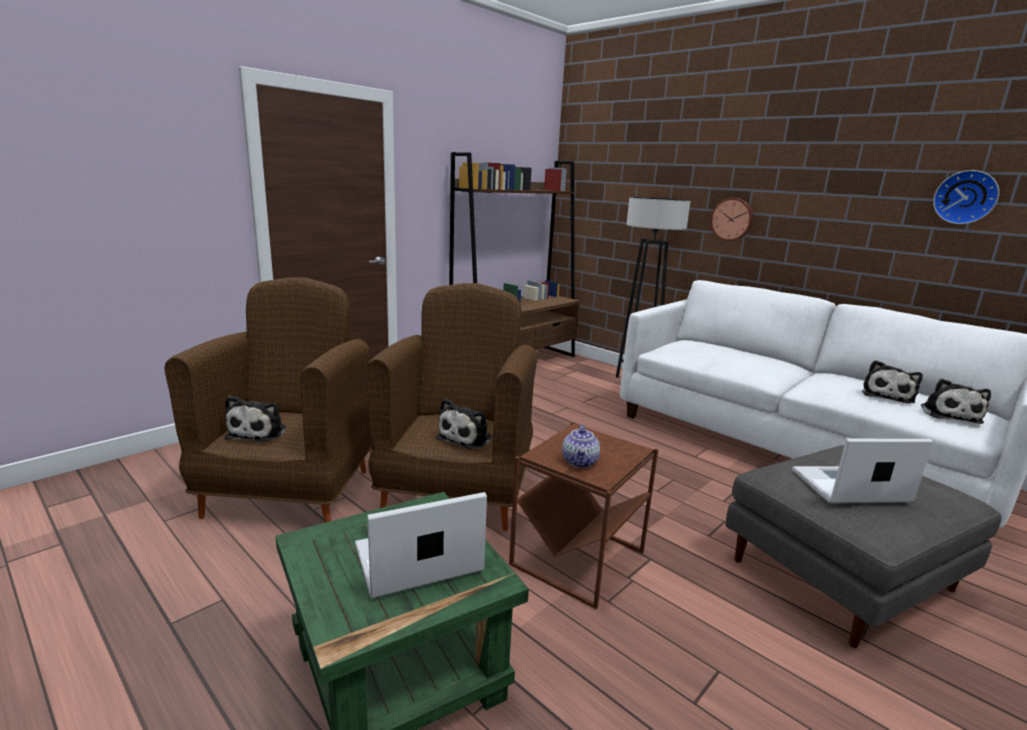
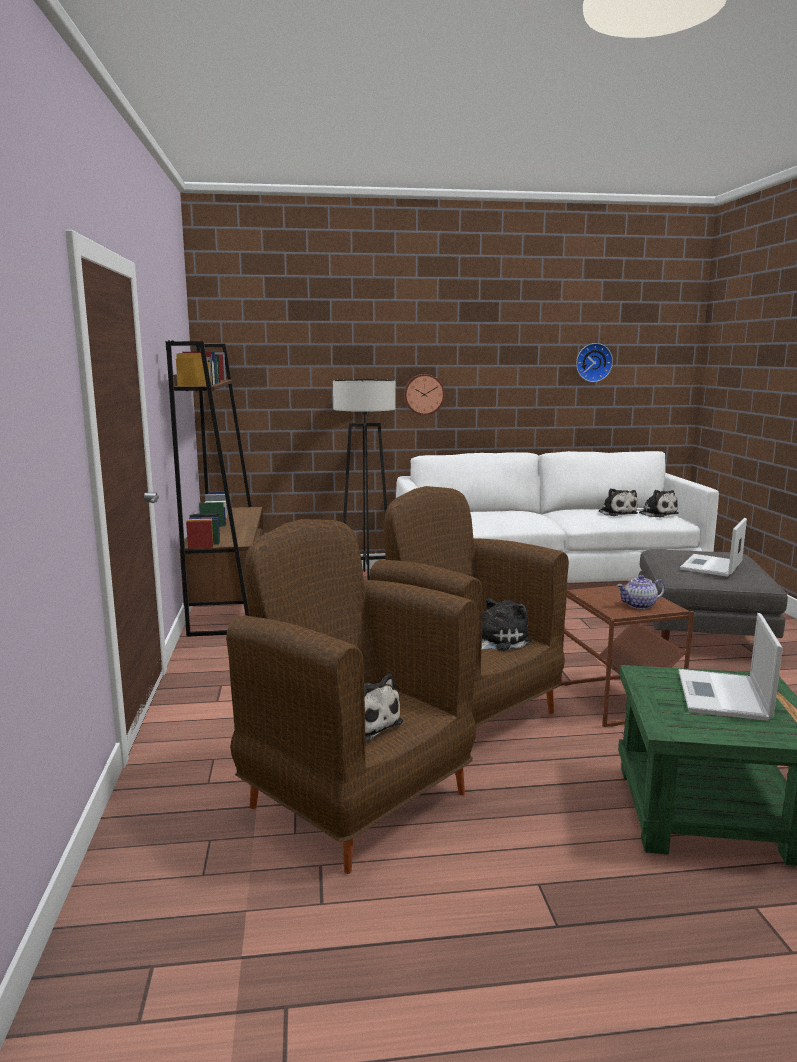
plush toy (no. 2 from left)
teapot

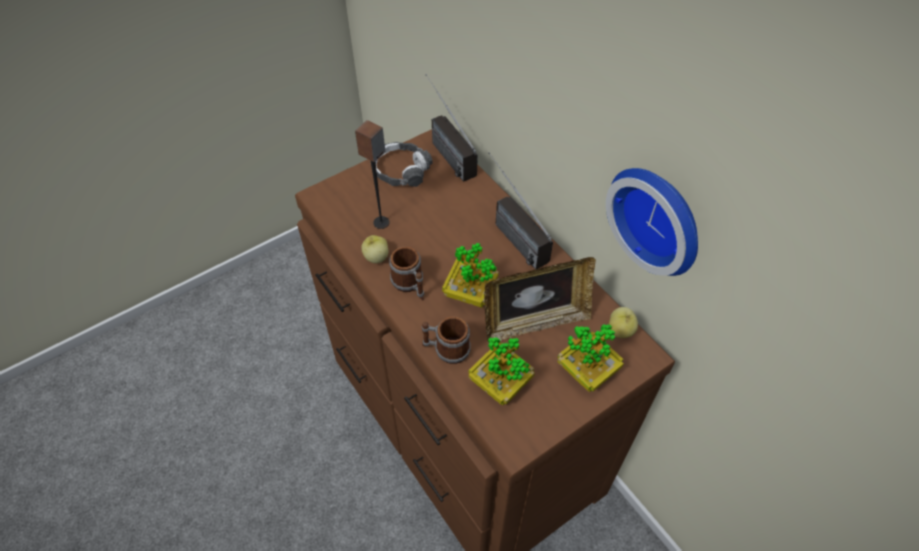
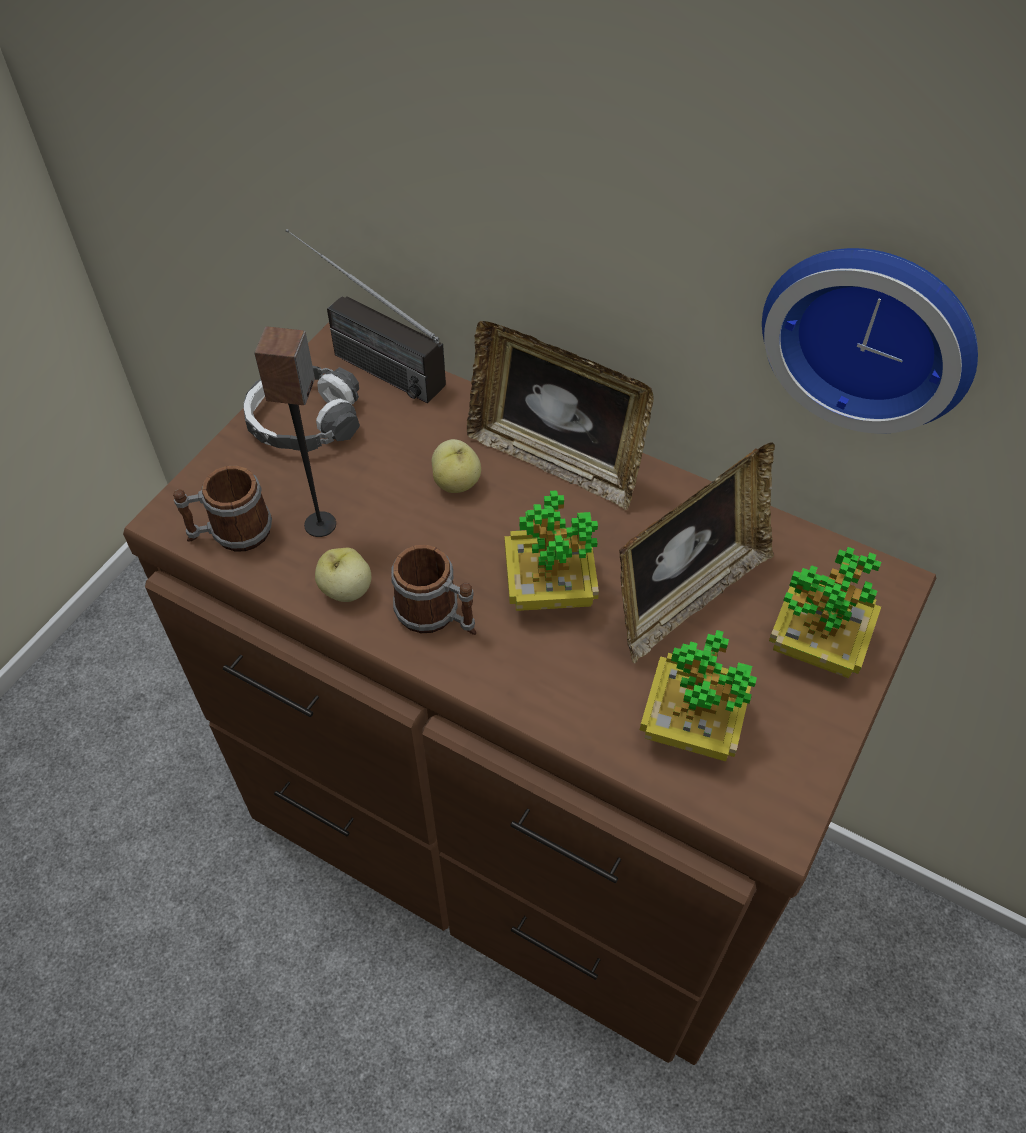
mug (no. 1 from left)
apple (no. 2 from left)
picture frame (no. 1 from left)

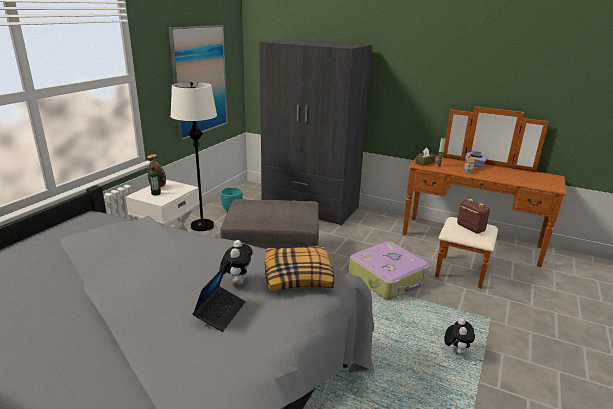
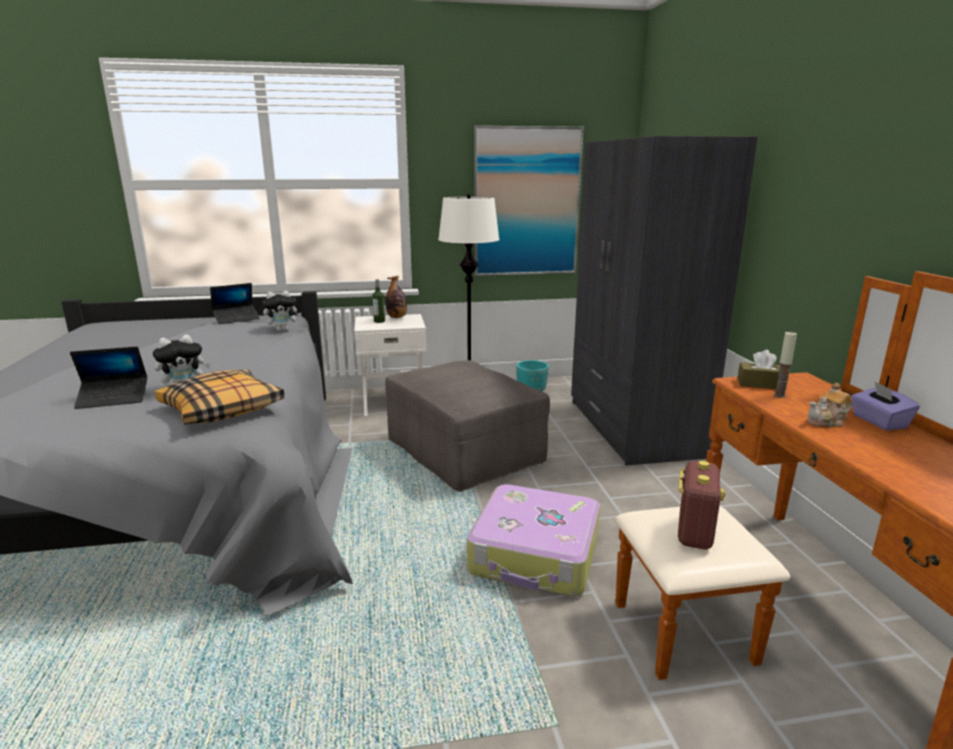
laptop (no. 2 from left)
plush toy (no. 2 from left)

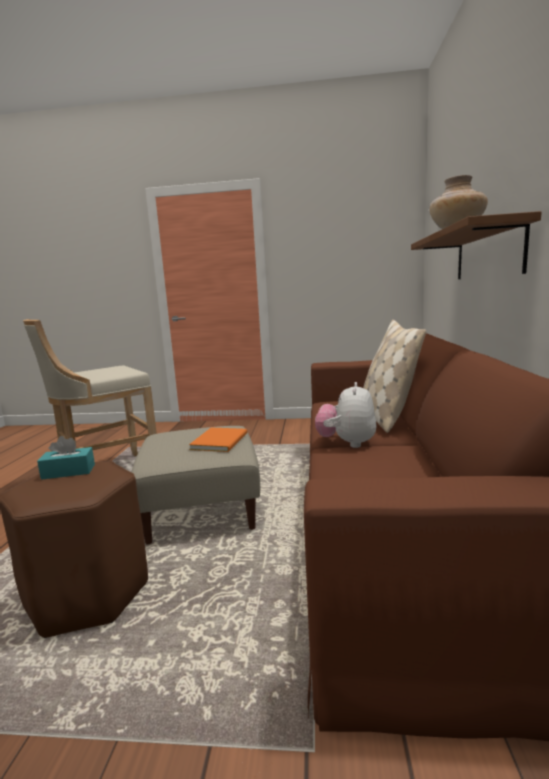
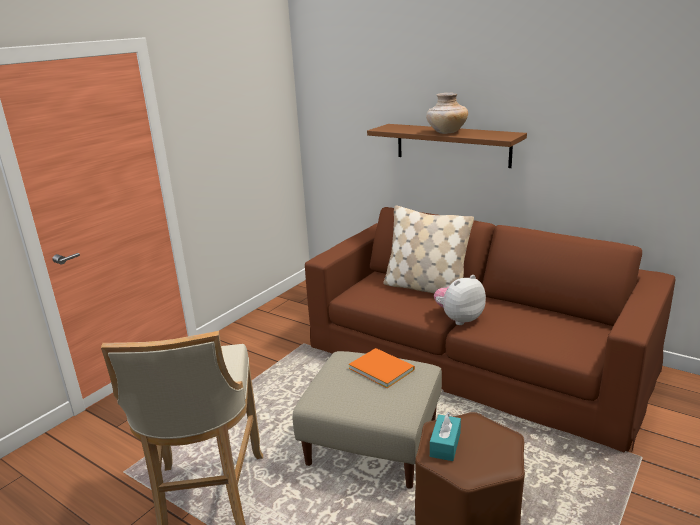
plush toy

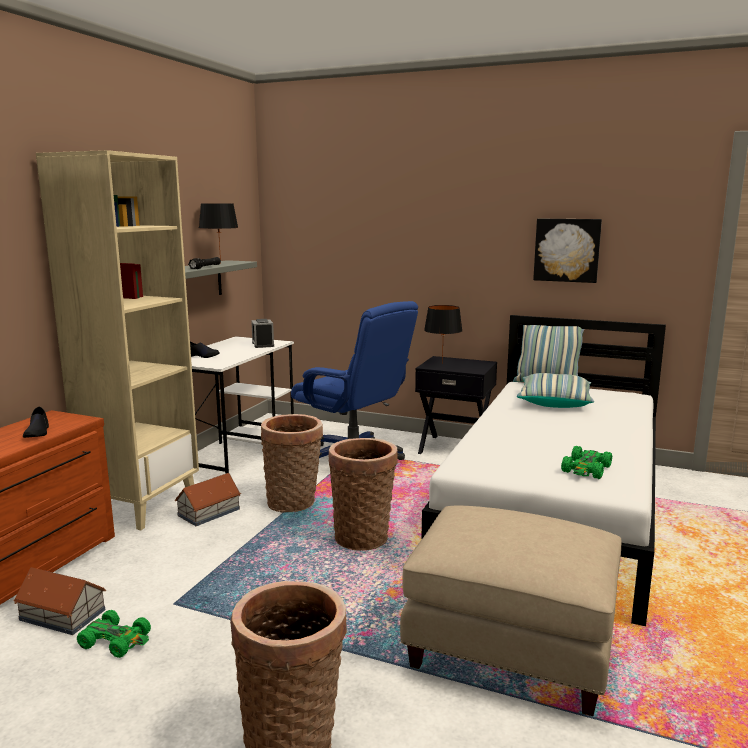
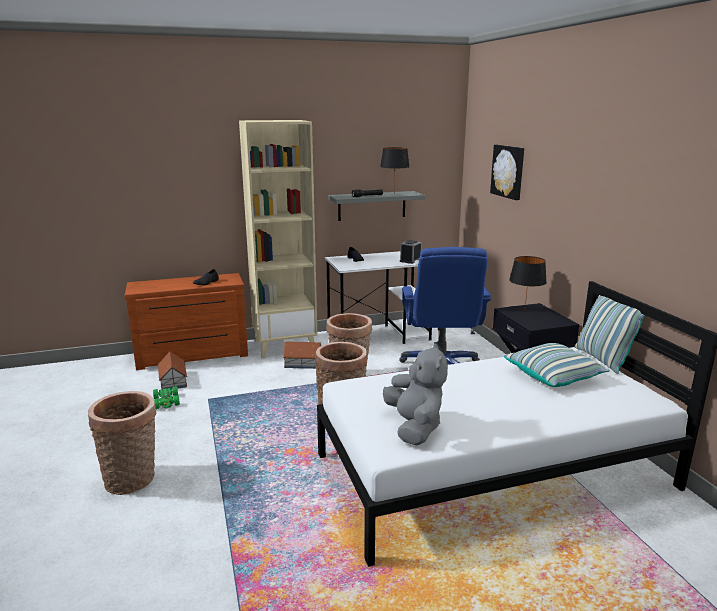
beige ottoman
picture
grey plush toy

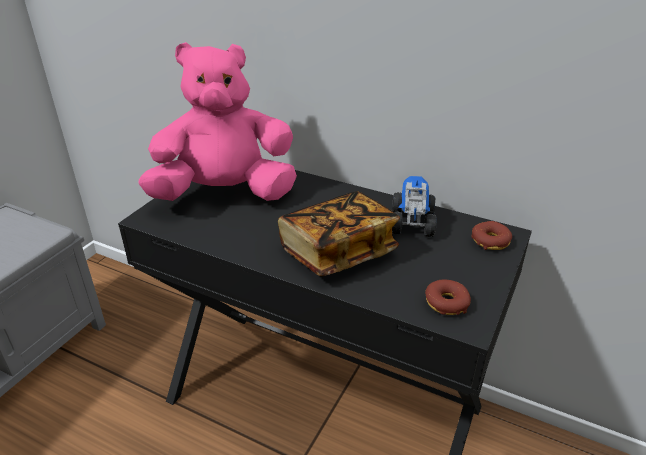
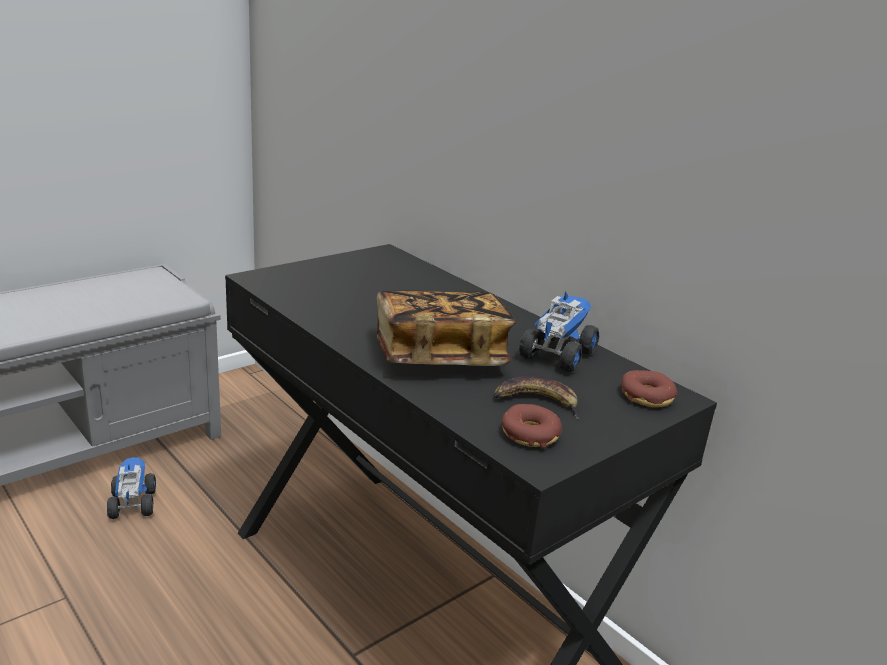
pink plush toy
toy truck (no. 1 from left)
banana

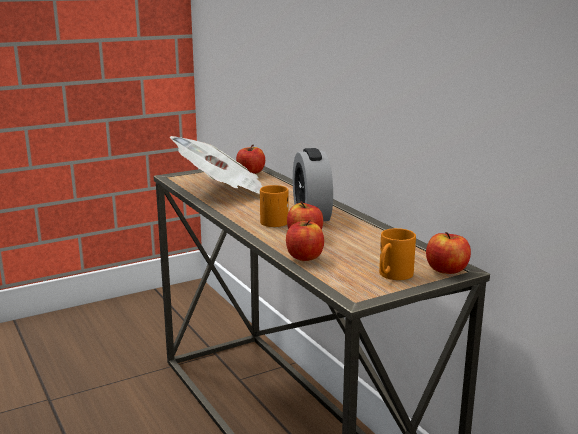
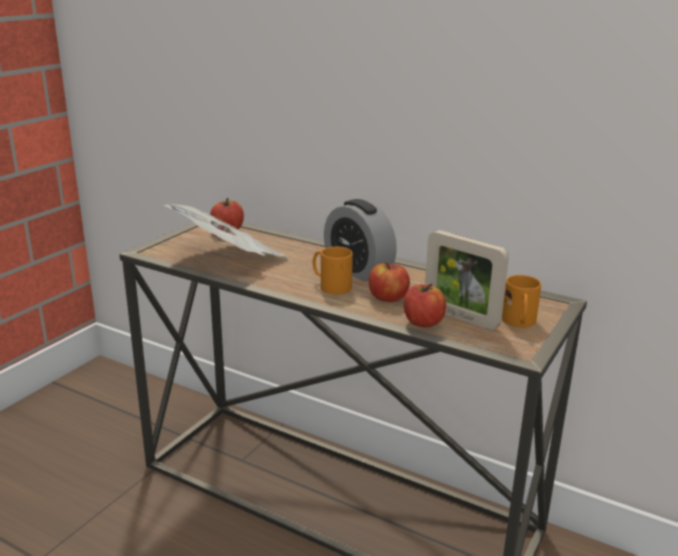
apple (no. 4 from left in the first image)
picture frame

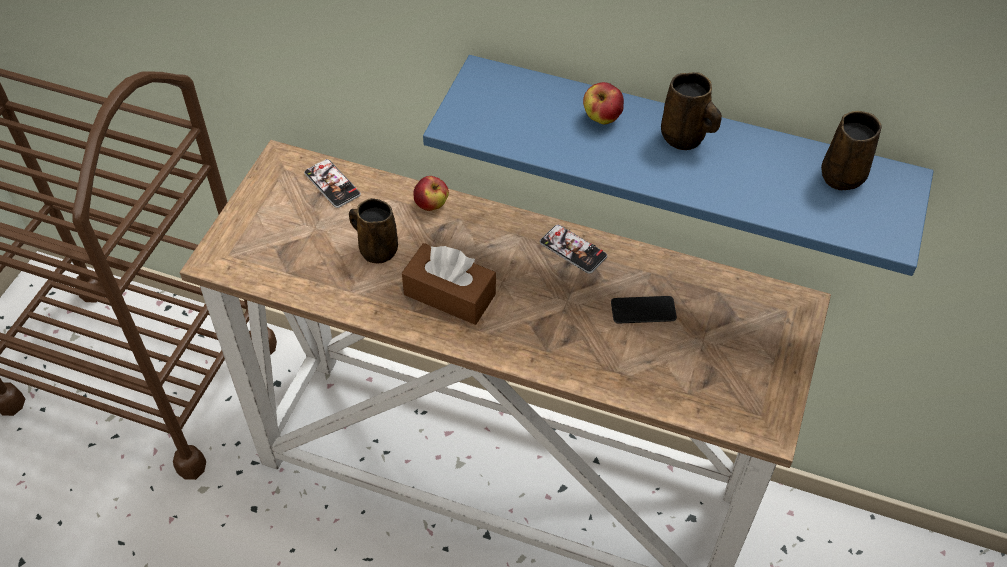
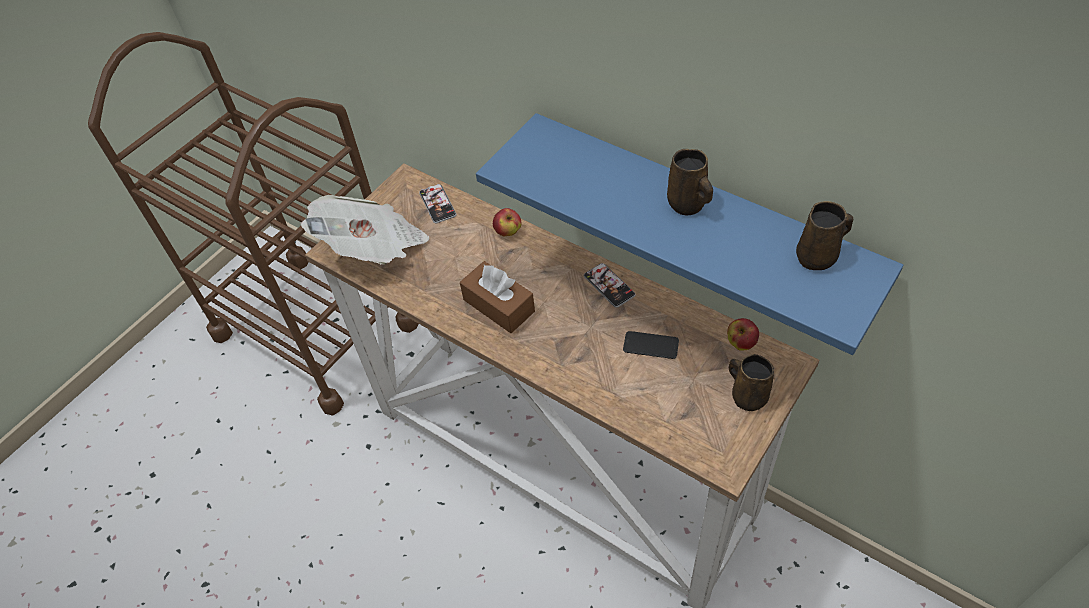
newspaper
brown mug (no. 2 from left)
apple (no. 2 from left)

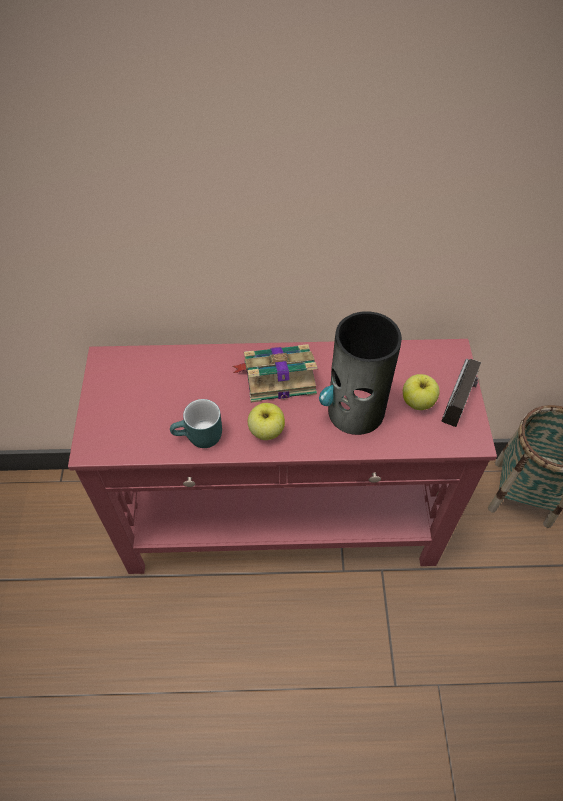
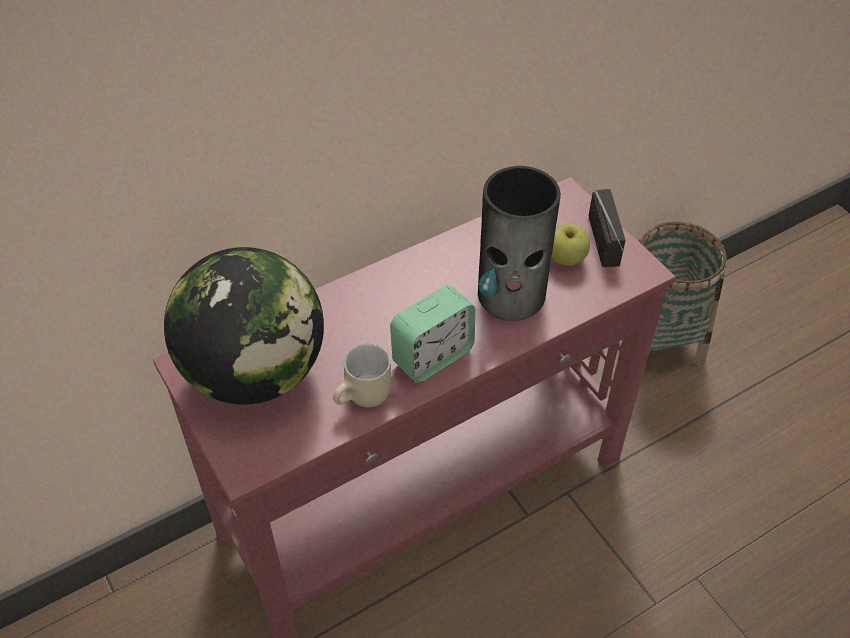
book
globe
alarm clock
beige mug

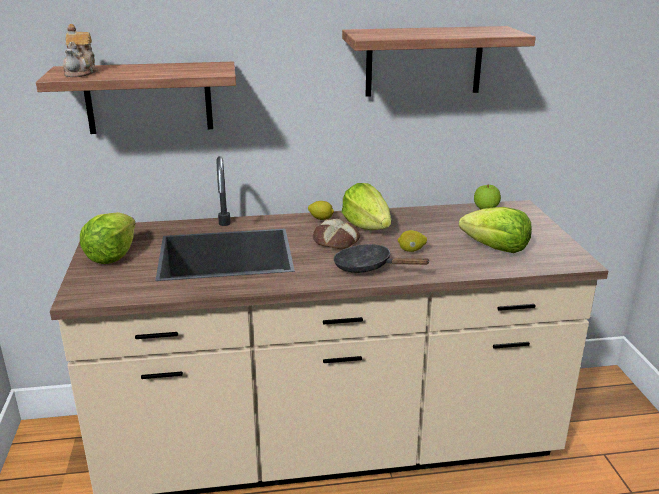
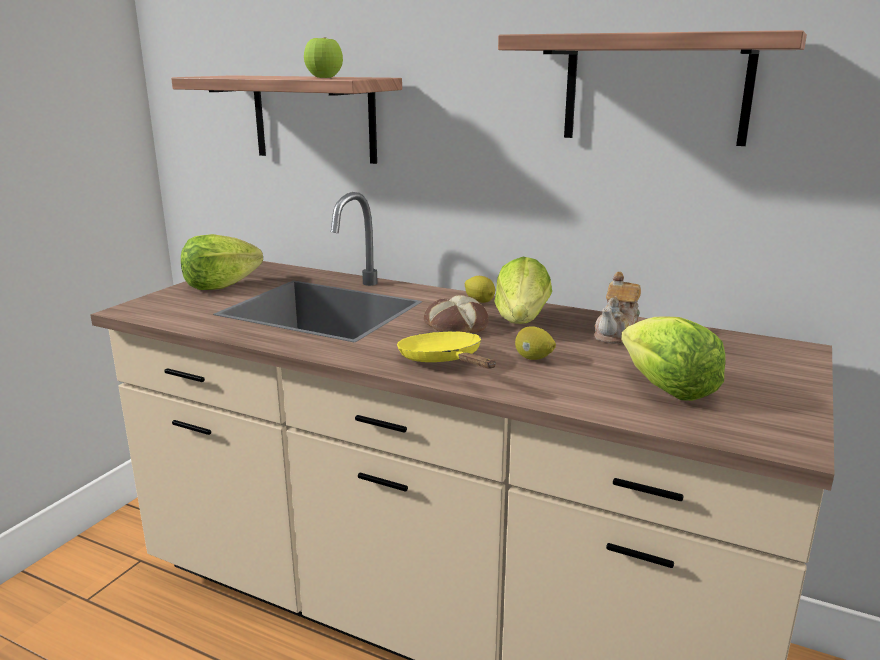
teapot
apple
yellow frying pan

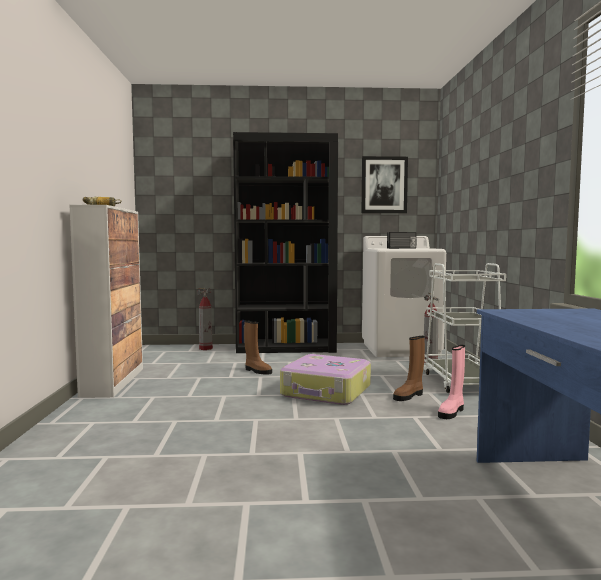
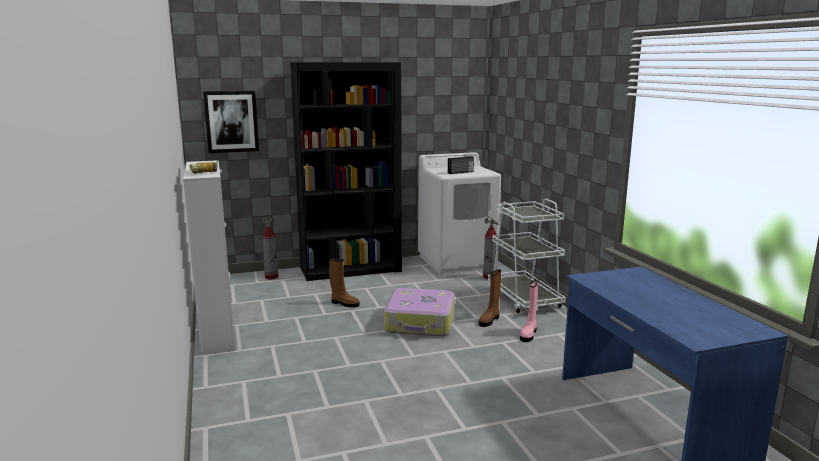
picture

